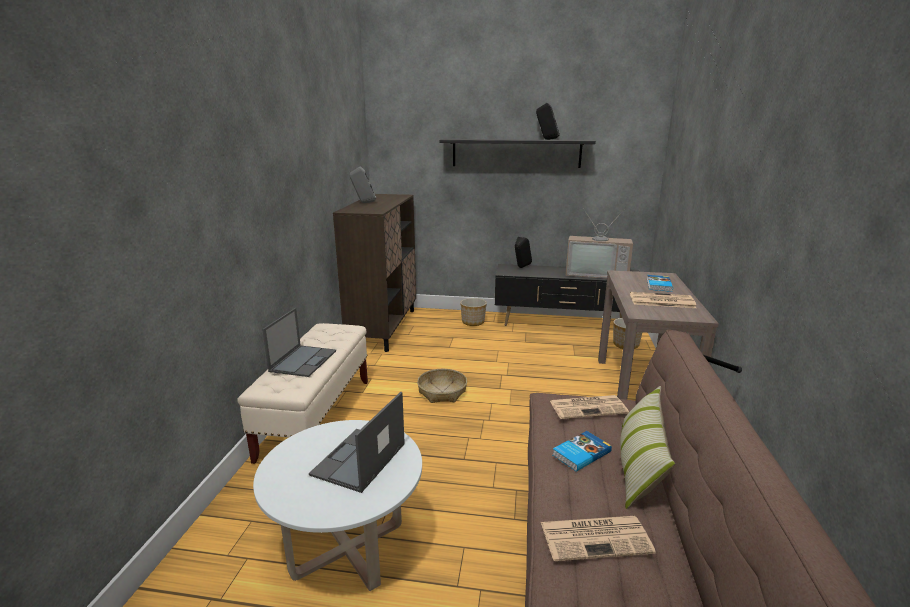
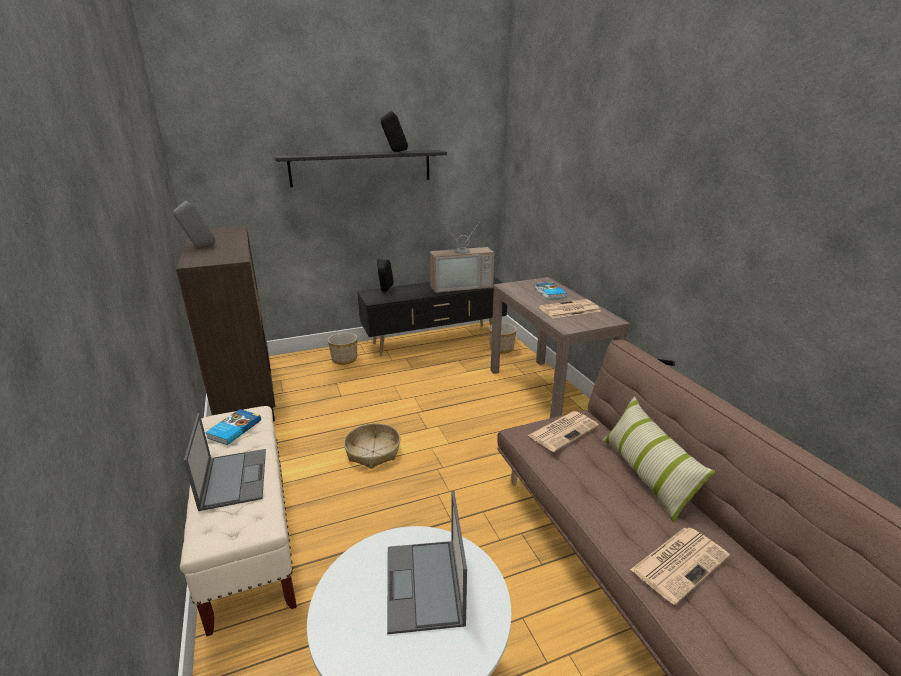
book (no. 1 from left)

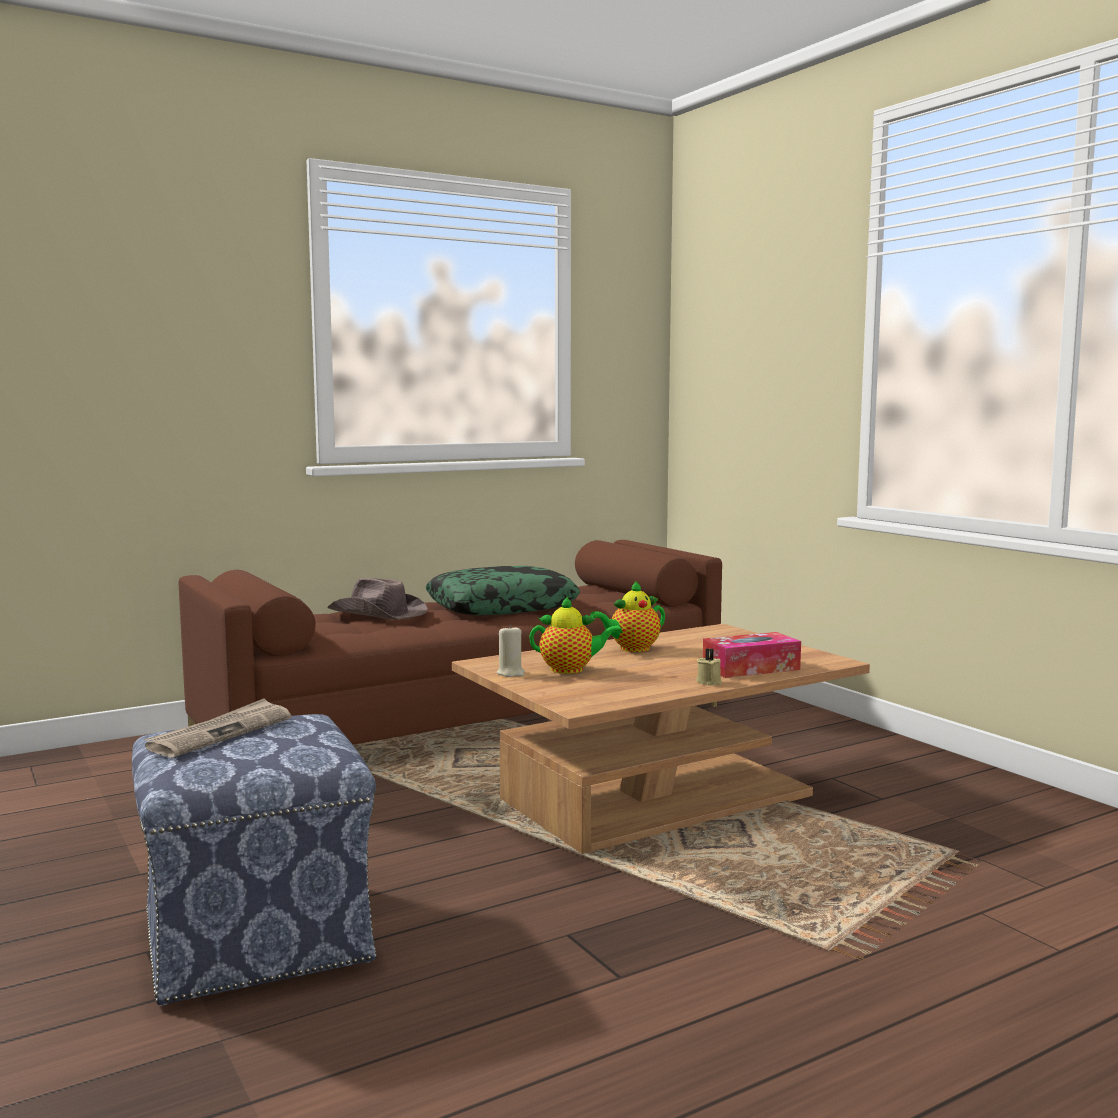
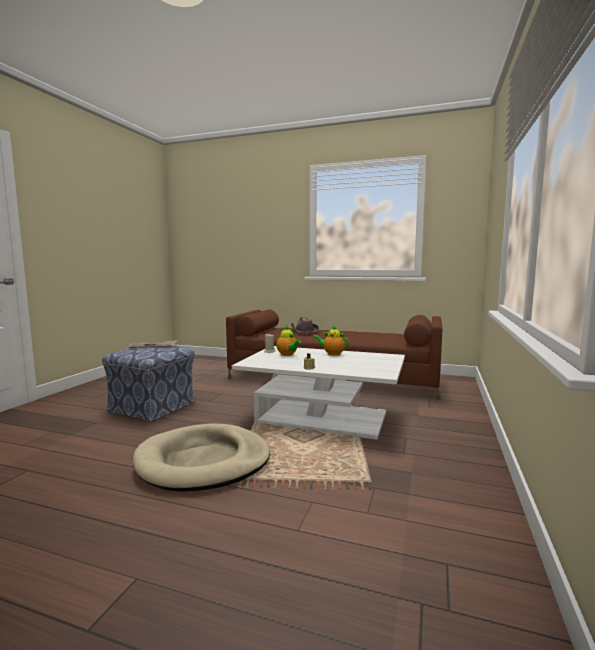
pillow
tissue box
beige dog bed
white coffee table

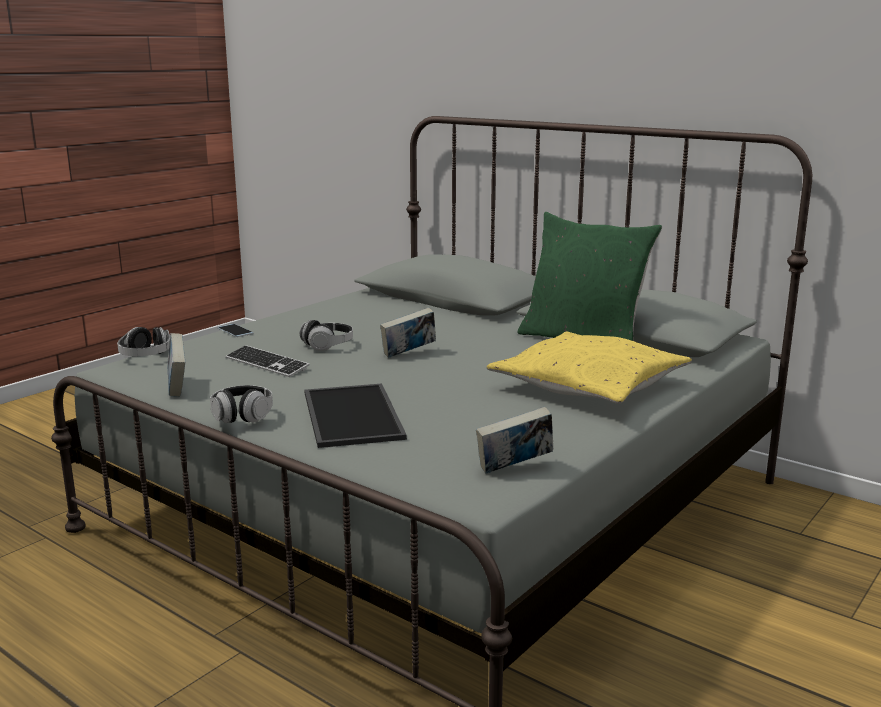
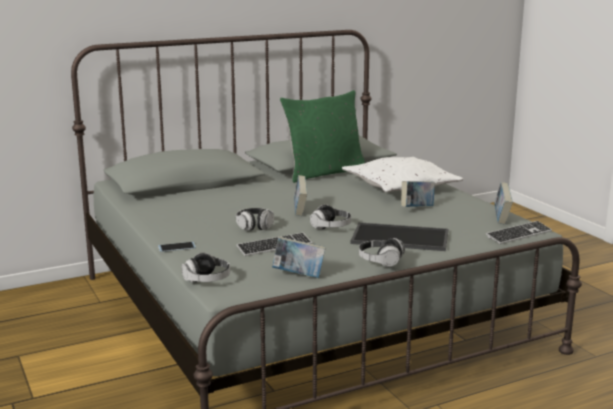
headphones (no. 3 from left)
book (no. 3 from left)
keyboard (no. 2 from left)
white pillow

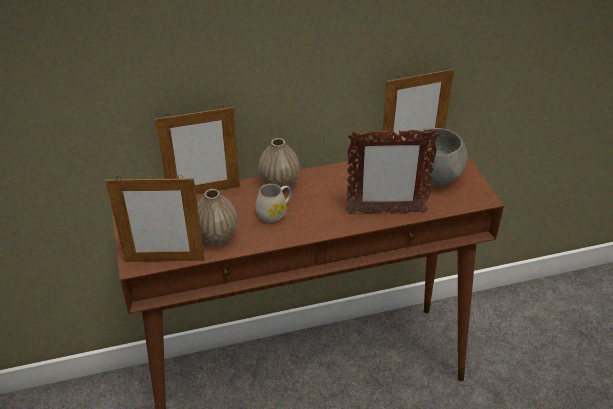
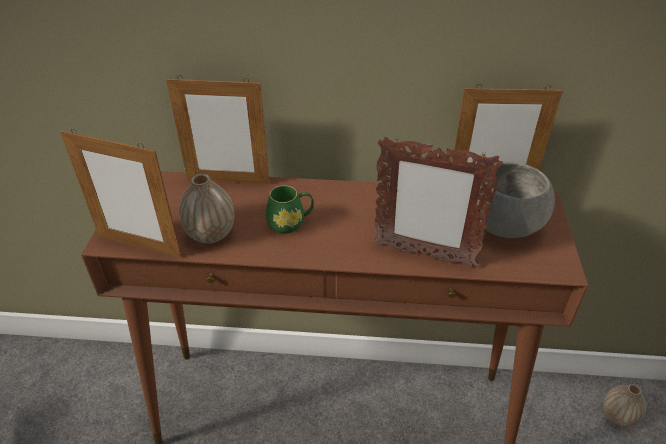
vase (no. 2 from left)
green mug

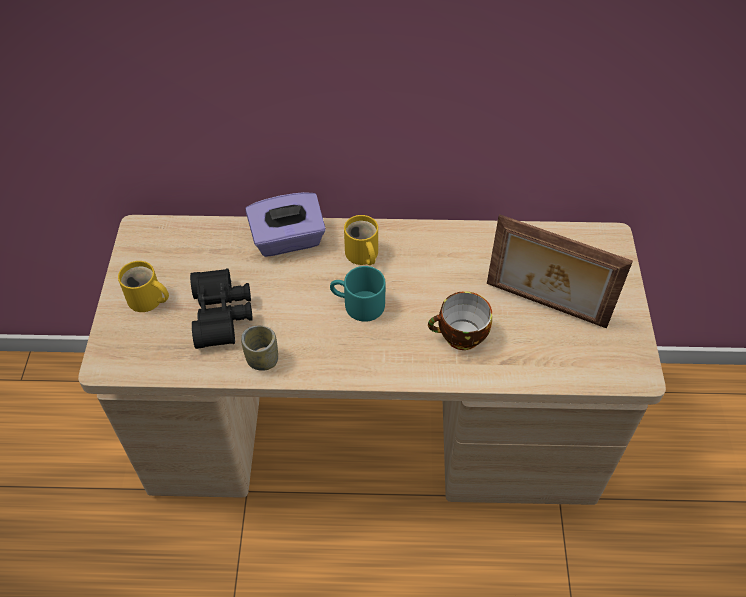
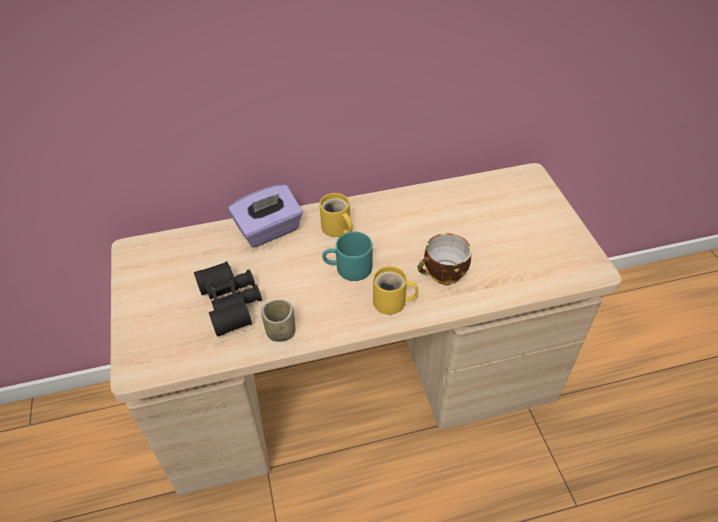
picture frame
yellow mug (no. 2 from left)

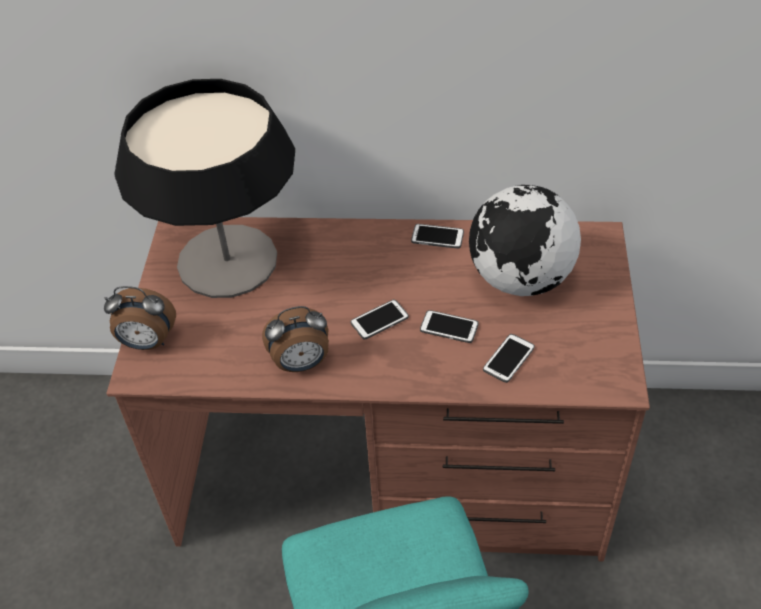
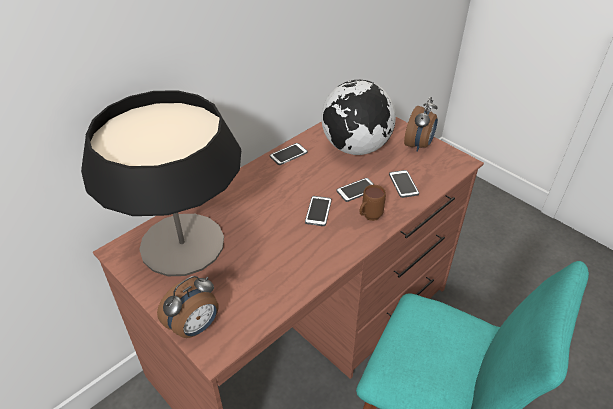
brown mug
alarm clock (no. 2 from left)

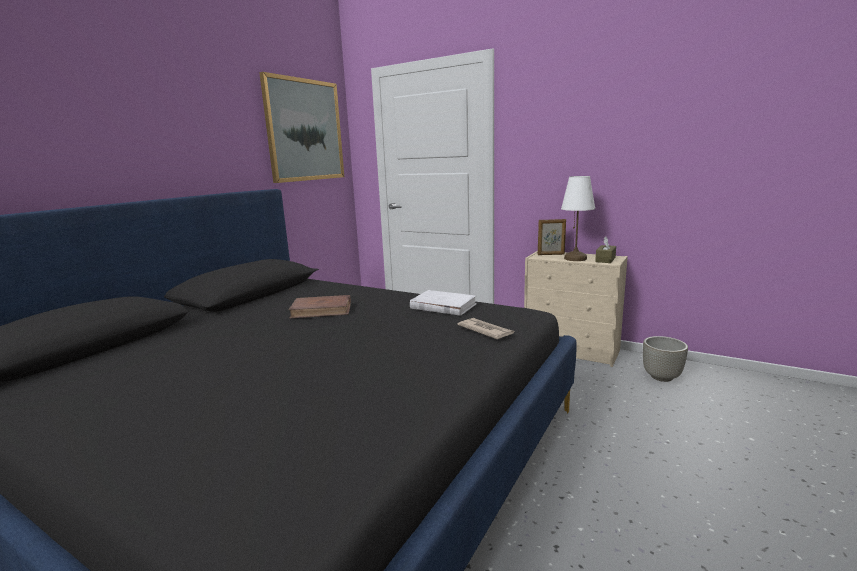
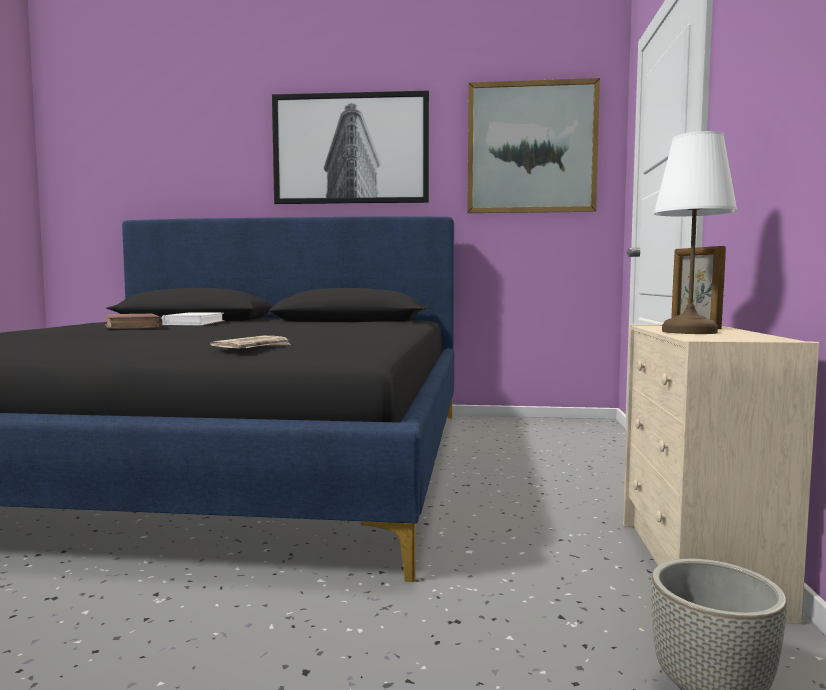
brown tissue box
picture (no. 1 from left)
brown book
white book

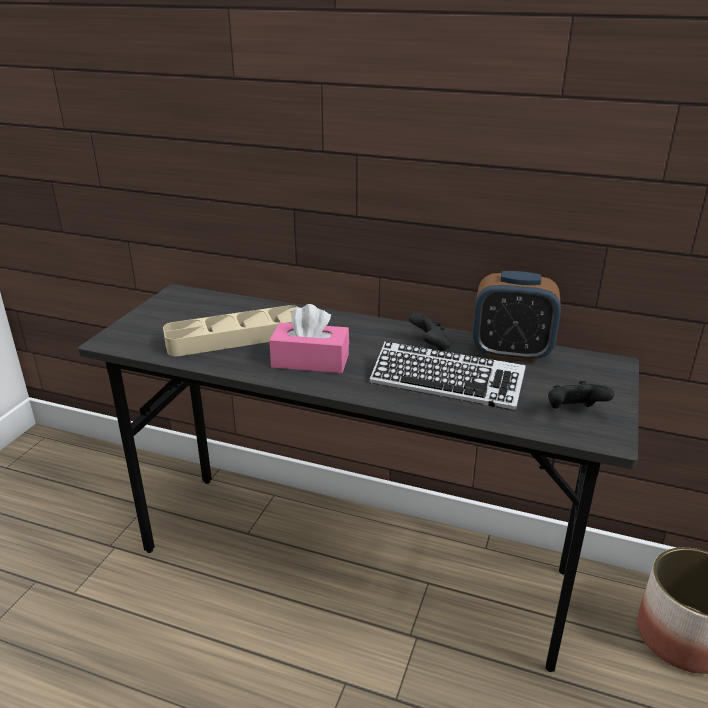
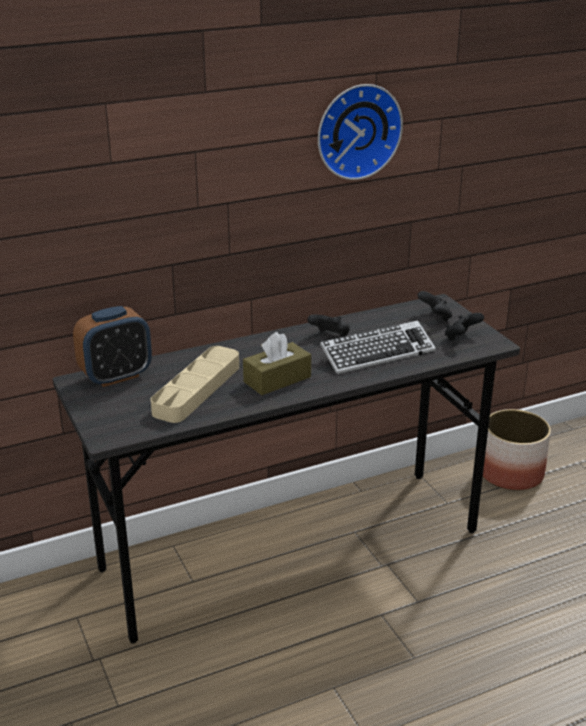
wall clock
black game controller (no. 2 from left)
alarm clock
brown tissue box

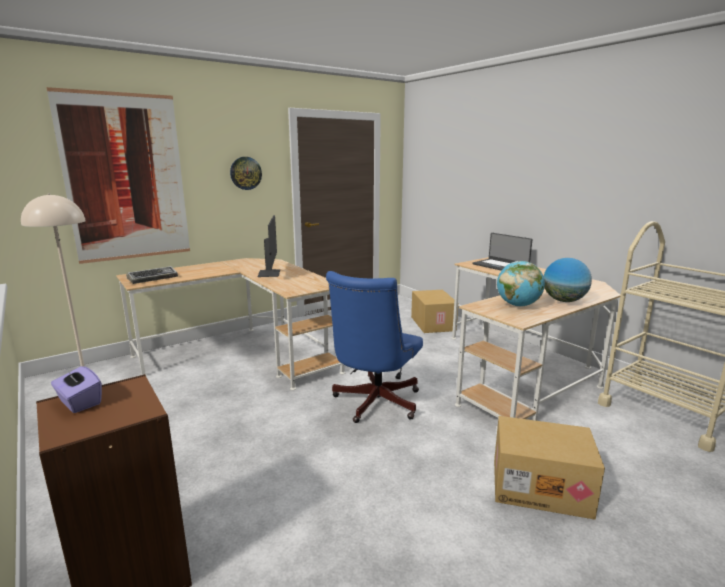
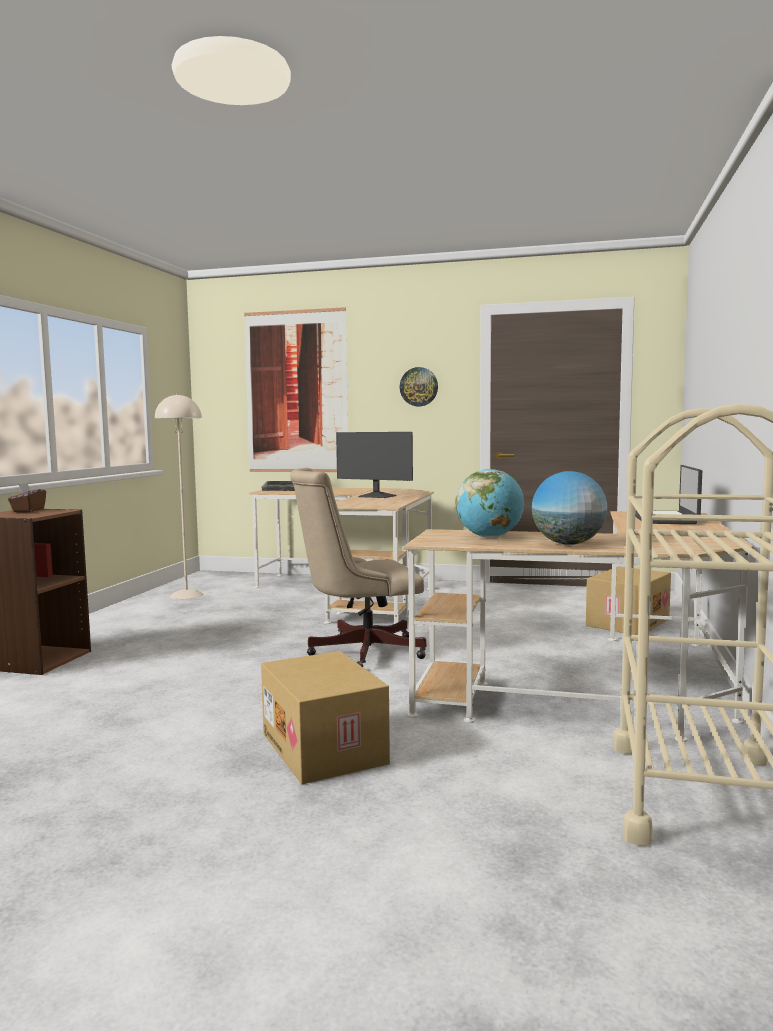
brown tissue box
beige office chair
monitor

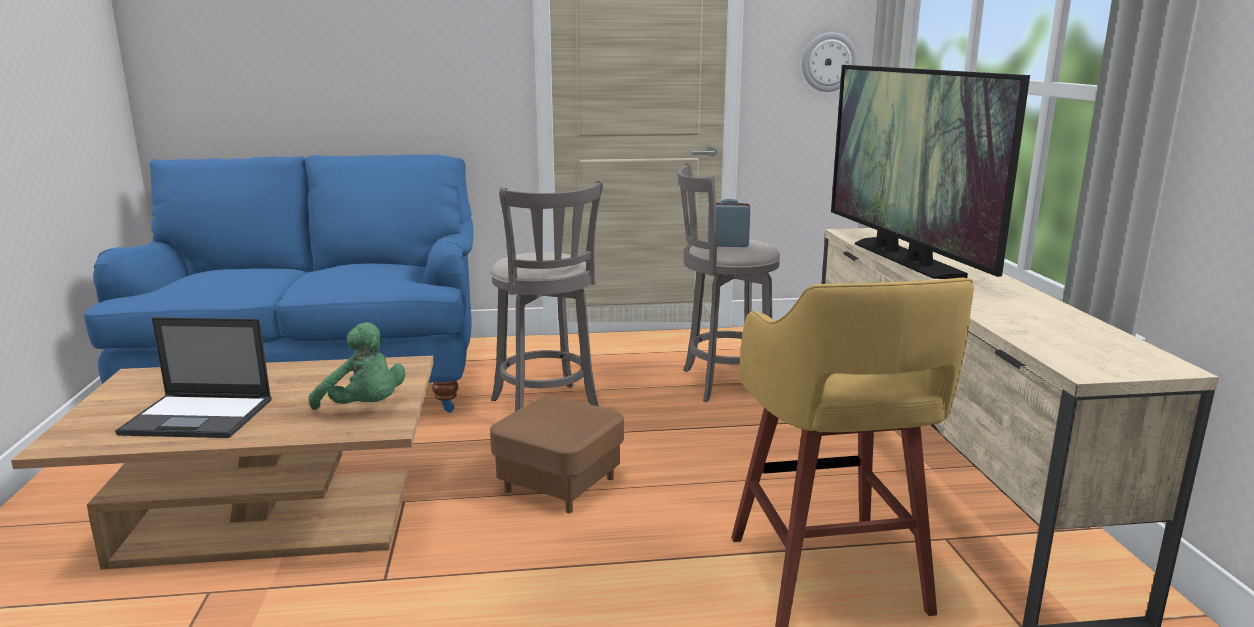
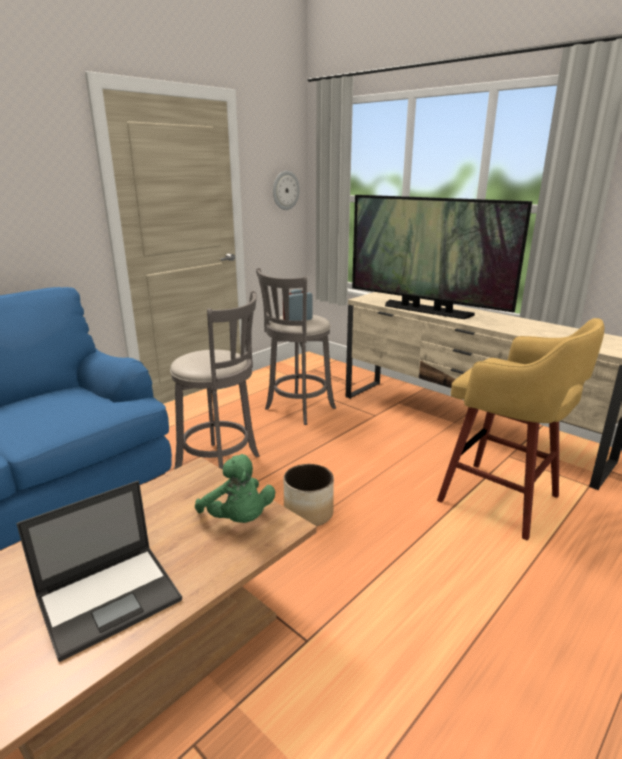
planter
green plush toy

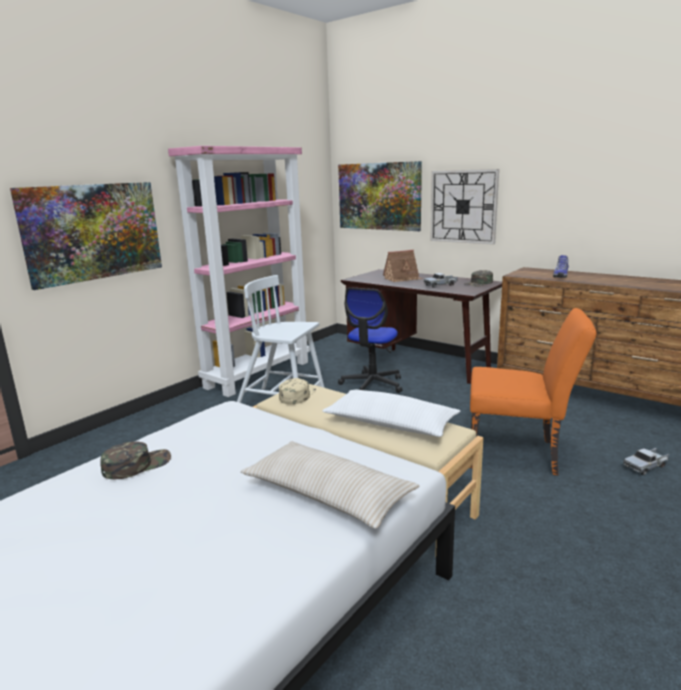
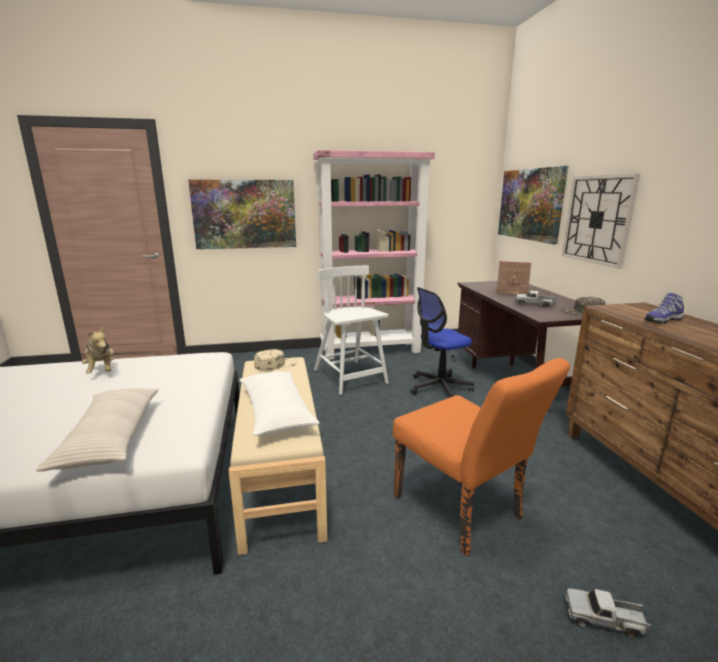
plush toy

